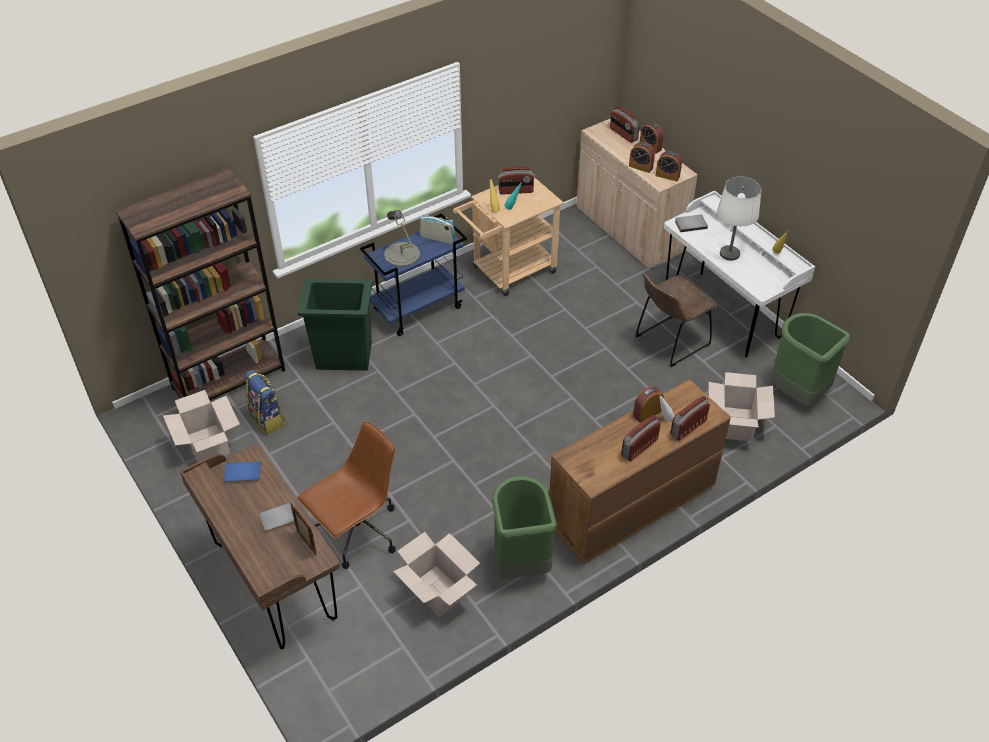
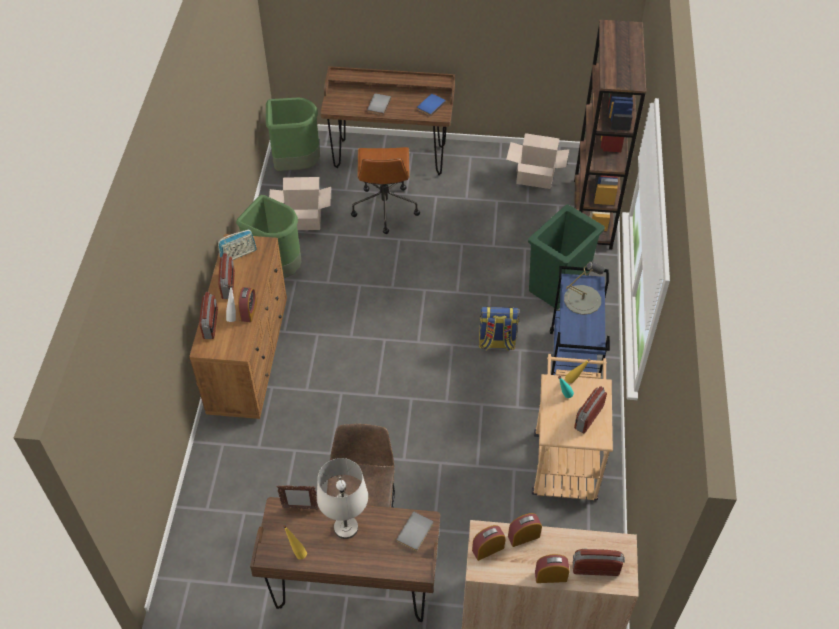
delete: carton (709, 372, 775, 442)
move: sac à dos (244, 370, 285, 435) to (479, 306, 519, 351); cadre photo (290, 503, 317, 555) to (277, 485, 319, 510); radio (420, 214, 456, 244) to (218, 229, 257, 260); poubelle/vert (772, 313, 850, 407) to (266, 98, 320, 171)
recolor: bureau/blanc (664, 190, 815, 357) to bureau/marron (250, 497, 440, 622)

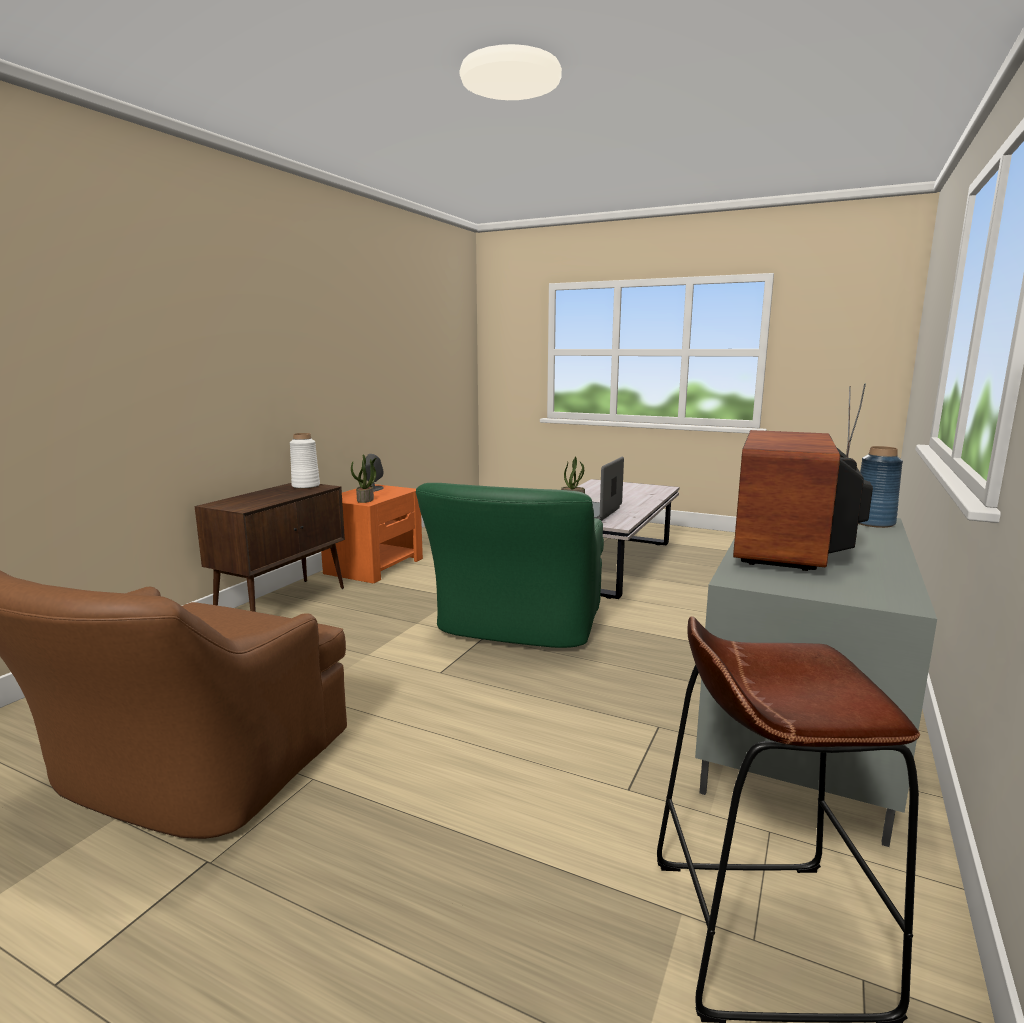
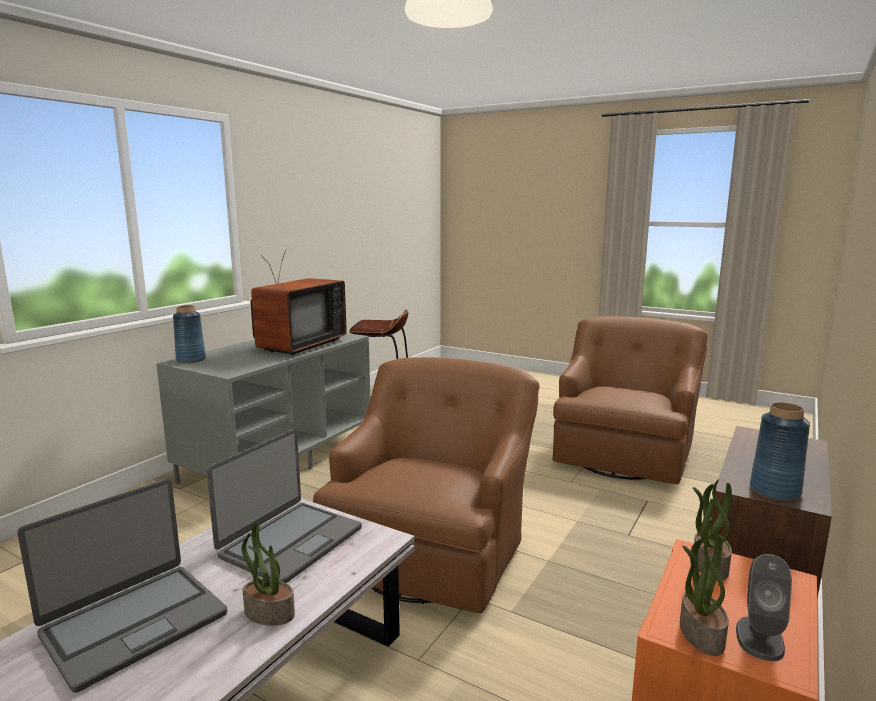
insert: ordinateur portable (17, 479, 227, 693); plante en pot (680, 534, 729, 656)
recolor: vase/blanc (290, 433, 320, 489) to vase/bleu (750, 402, 810, 501); fauteuil/vert (416, 483, 604, 648) to fauteuil/marron (313, 357, 540, 613)

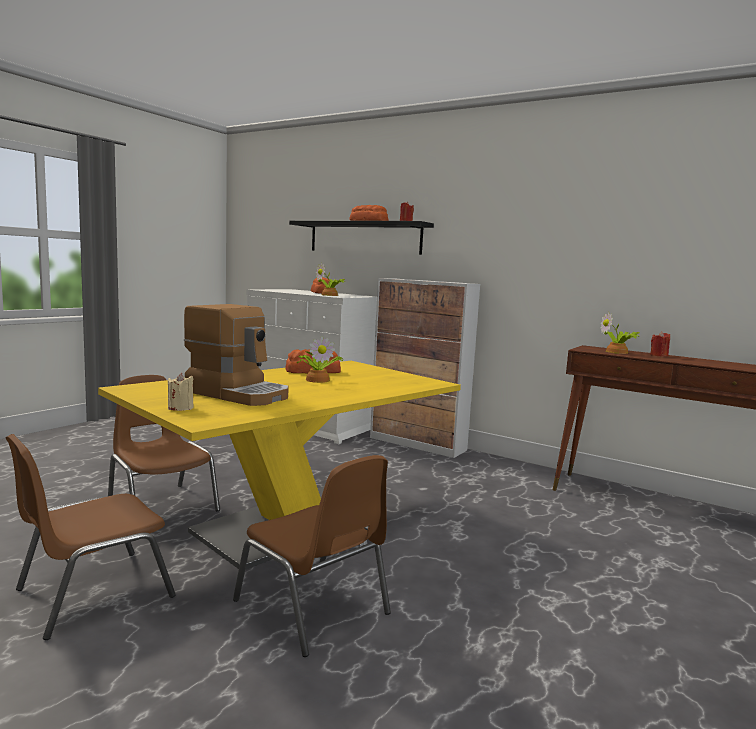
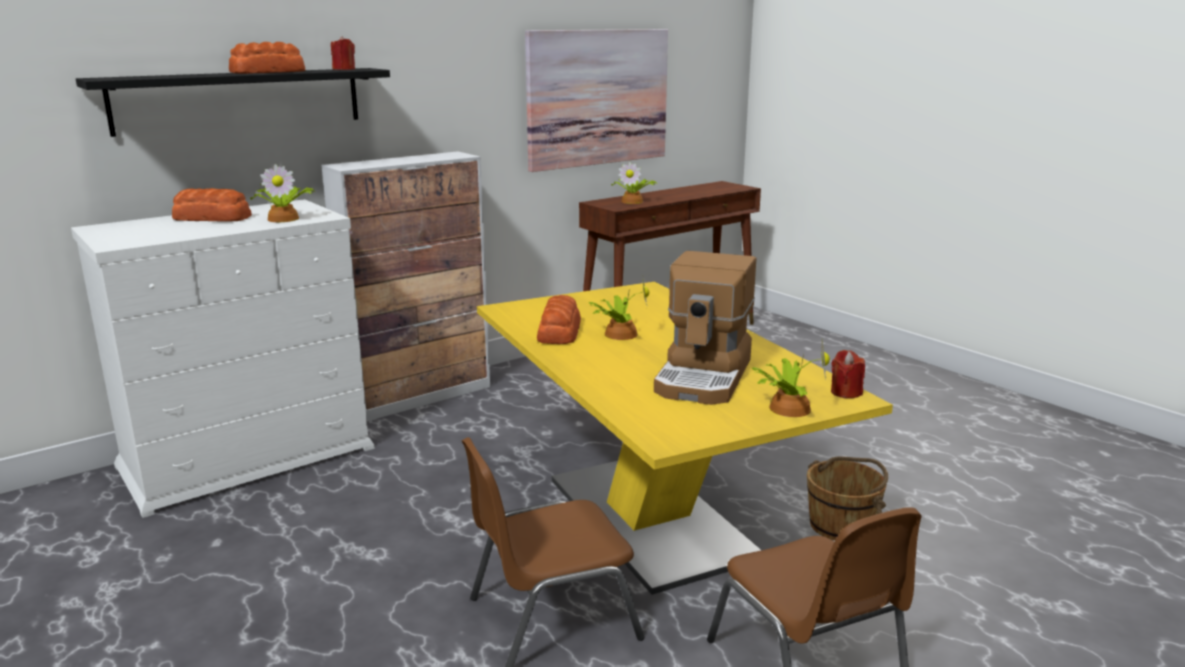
insert: tableau (525, 29, 668, 172)
move: bougie/rouge (650, 331, 670, 357) to (831, 350, 865, 398)
replace: bougie/beige (168, 373, 193, 411) to plante en pot (752, 339, 830, 417); chaise/marron (233, 455, 391, 657) to seau/marron (807, 456, 888, 541)
rotate: machine à café (184, 304, 289, 406) = (654, 251, 756, 405) 150 degrees clockwise

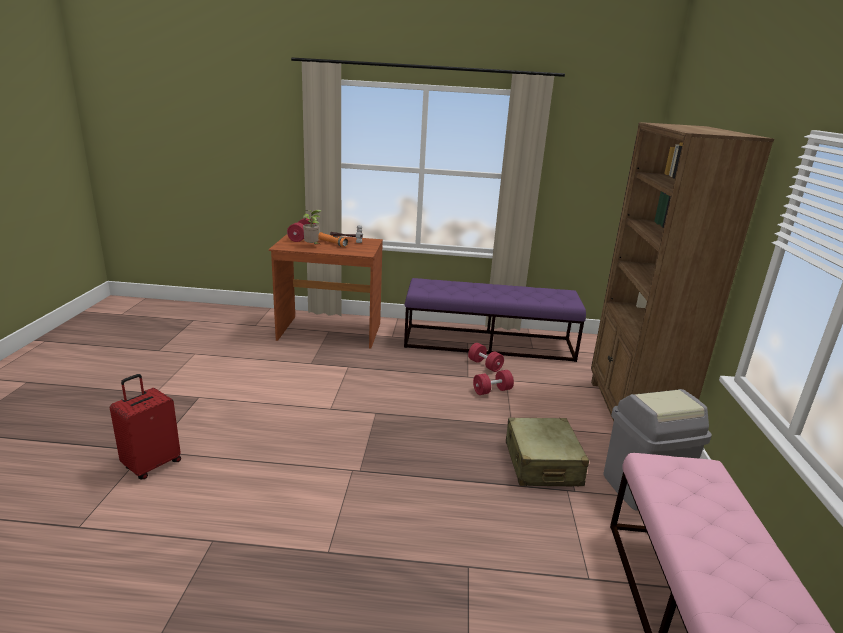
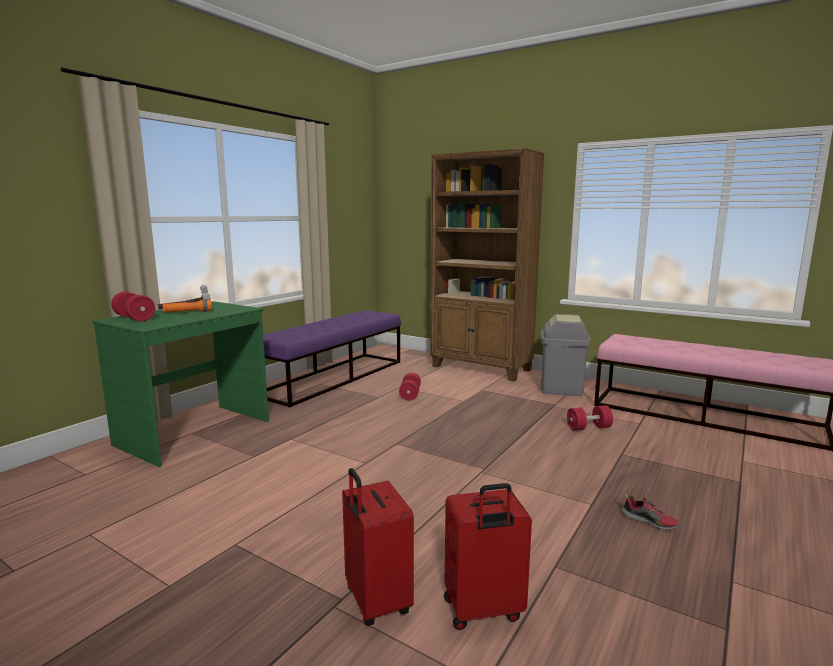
delete: plante en pot (303, 210, 322, 244); valise/beige (506, 418, 589, 486)
insert: valise/rouge (444, 483, 532, 630); chaussure (622, 494, 679, 530)
move: haltère/rouge (468, 343, 504, 372) to (567, 405, 613, 431)
recolor: bureau/marron (269, 234, 383, 349) to bureau/vert (92, 301, 269, 467)

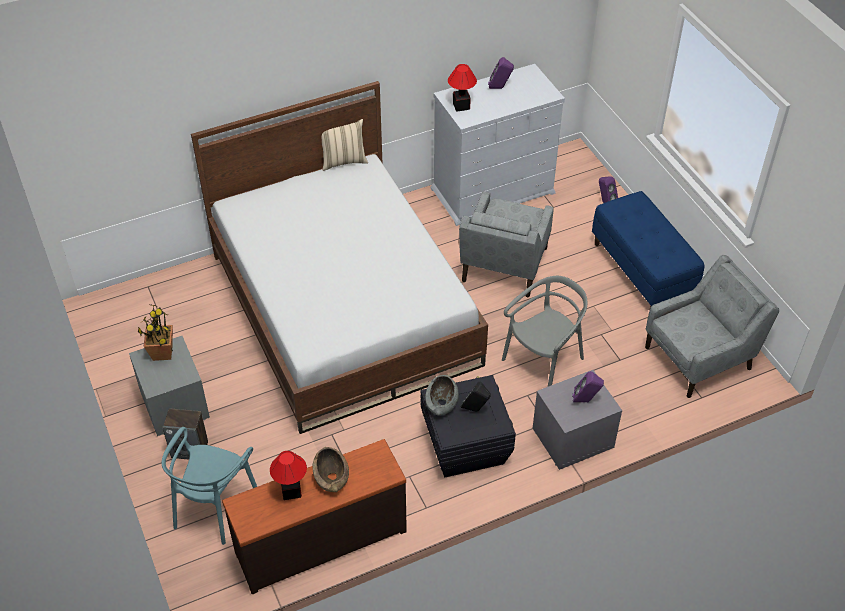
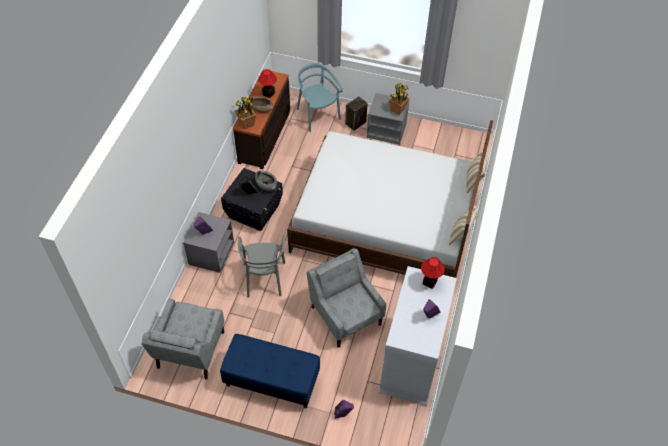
insert: plante en pot (236, 94, 256, 129); coussin/beige (466, 151, 487, 193)

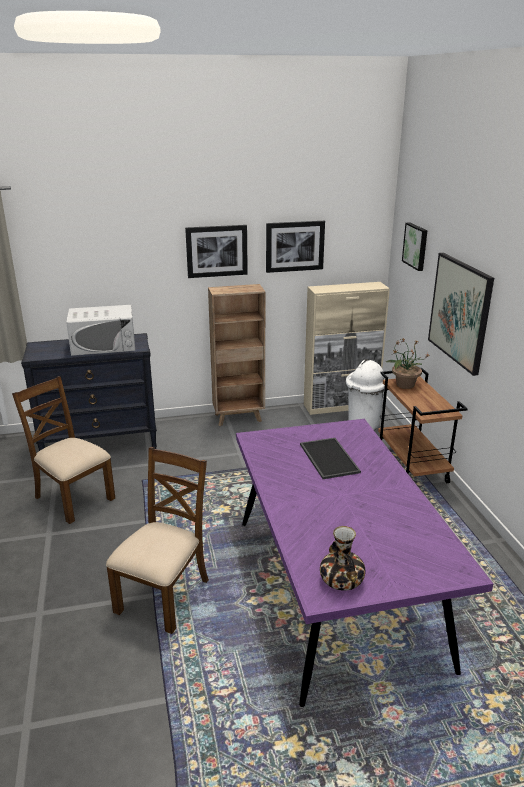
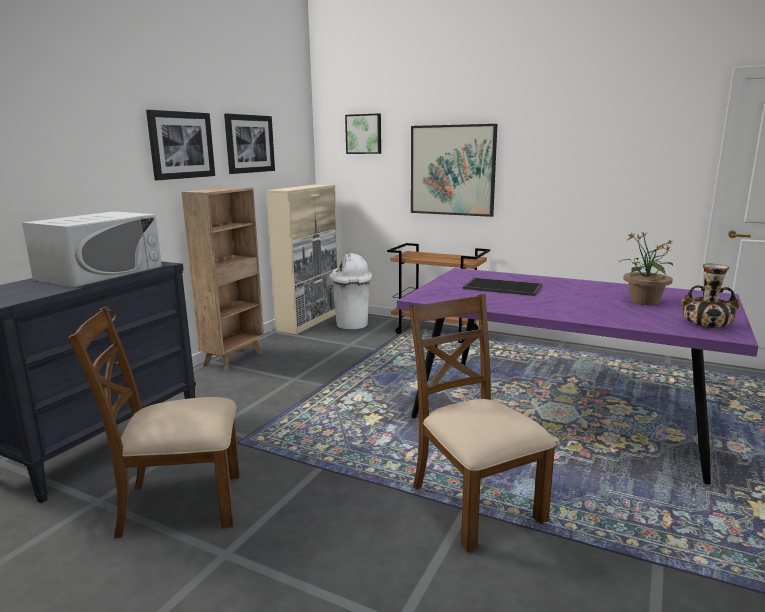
move: plante en pot (386, 338, 428, 389) to (619, 232, 674, 305)

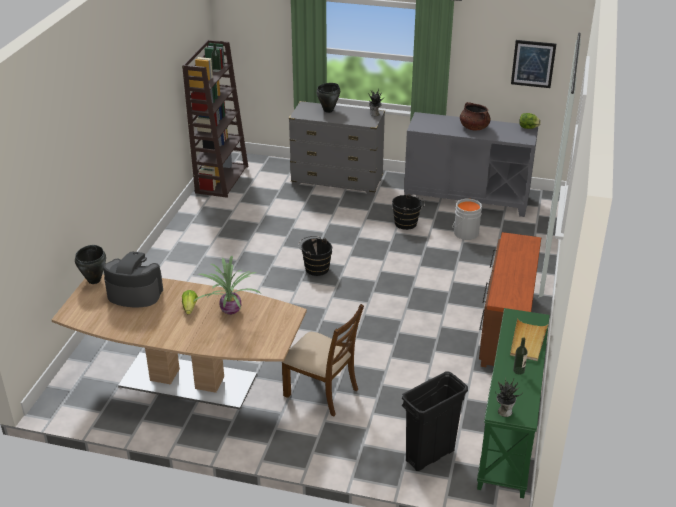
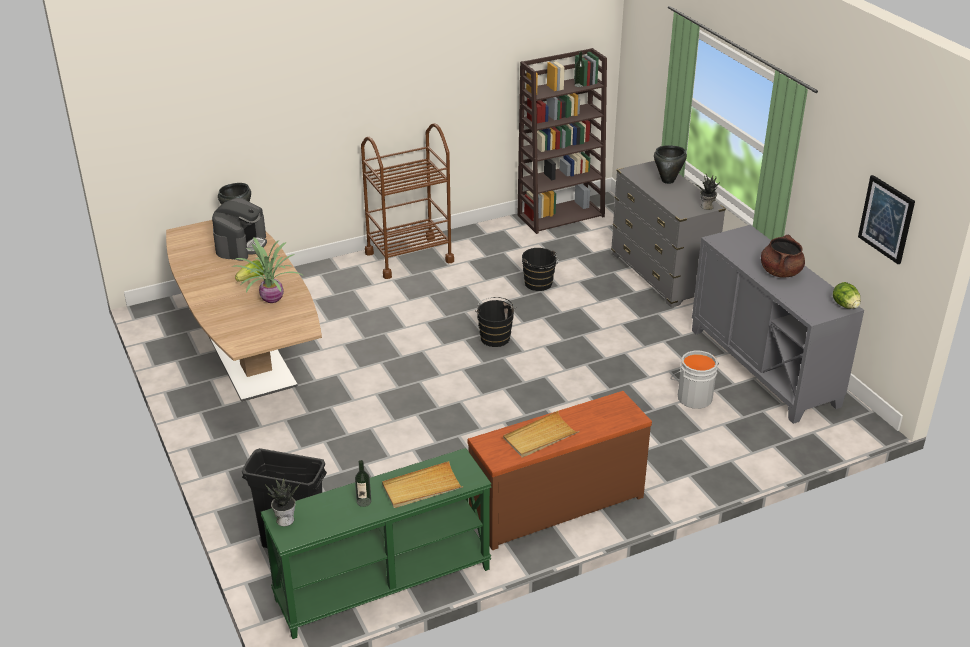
delete: chaise/marron (282, 304, 364, 417)
insert: chariot/marron (361, 123, 454, 279); plateau/beige (503, 411, 580, 458)
move: seau/noir (392, 194, 425, 230) to (522, 248, 559, 291)
rotate: machine à café (103, 252, 163, 308) = (212, 198, 267, 261) 45 degrees clockwise

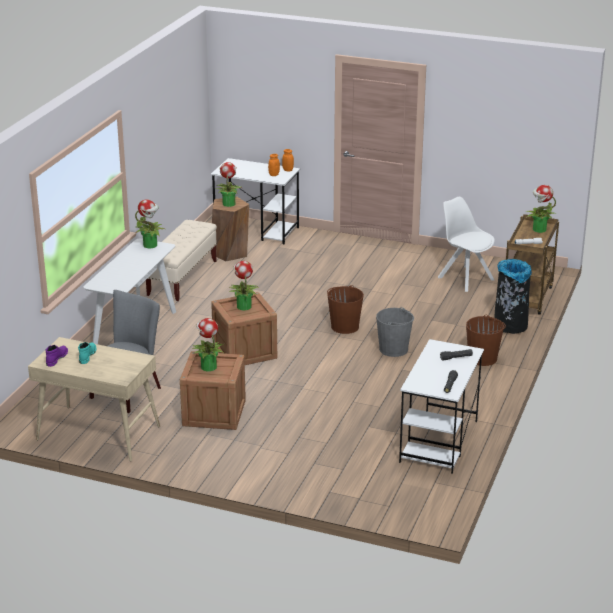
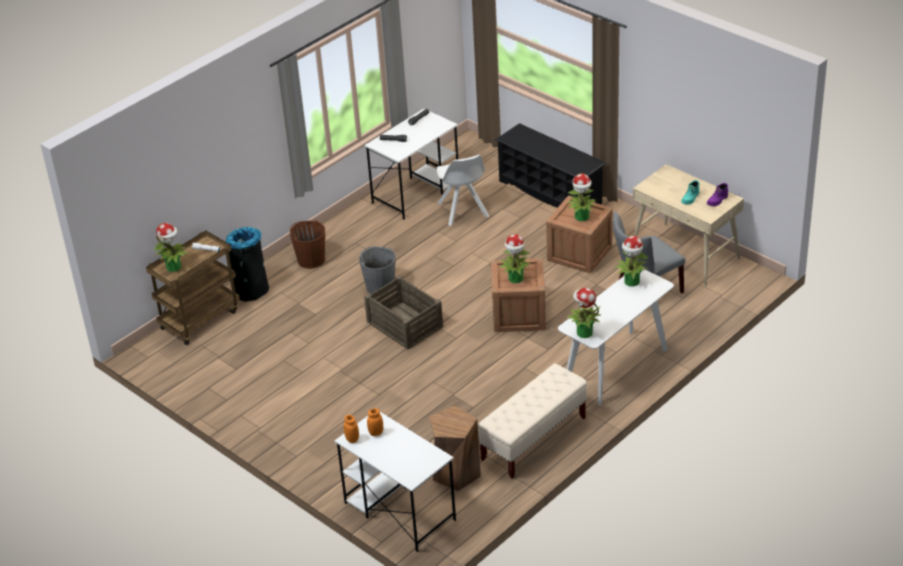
insert: étagère à chaussures/noir (495, 123, 607, 208)
move: plante en pot (215, 162, 243, 207) to (614, 236, 649, 287); chaise/blanc (438, 197, 495, 292) to (437, 155, 489, 226)
replace: seau/marron (327, 285, 364, 334) to caisse (364, 275, 444, 349)

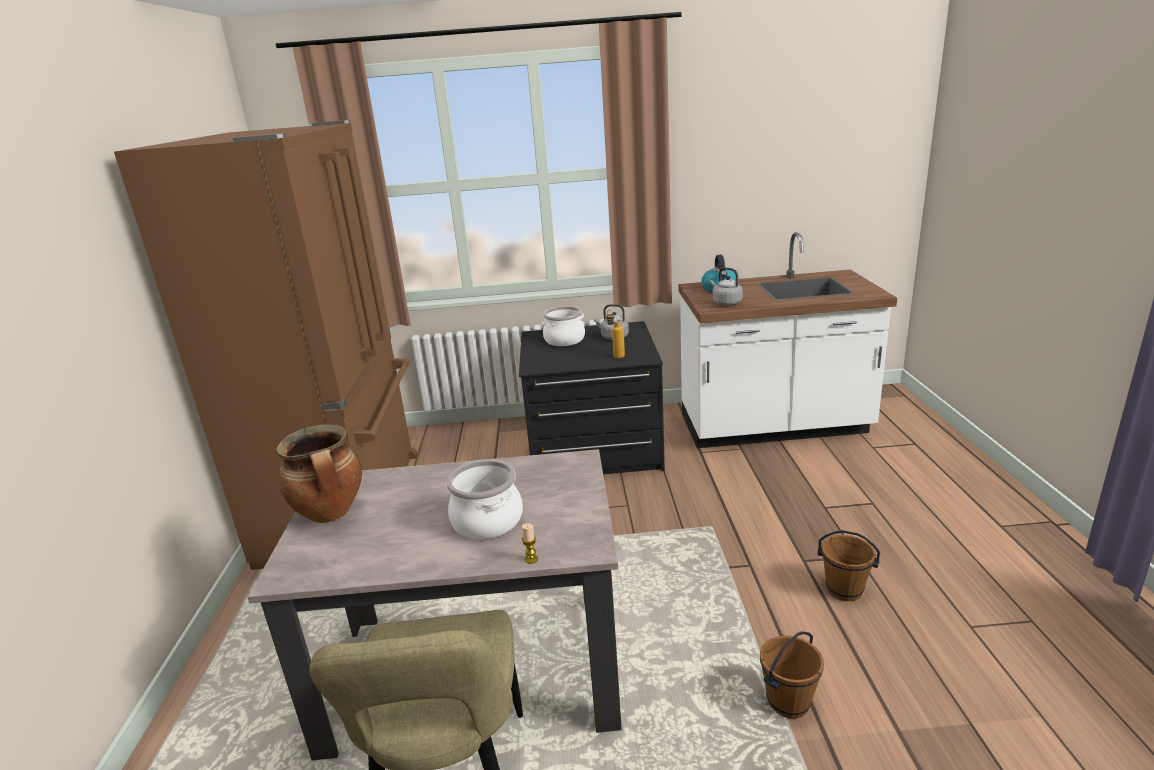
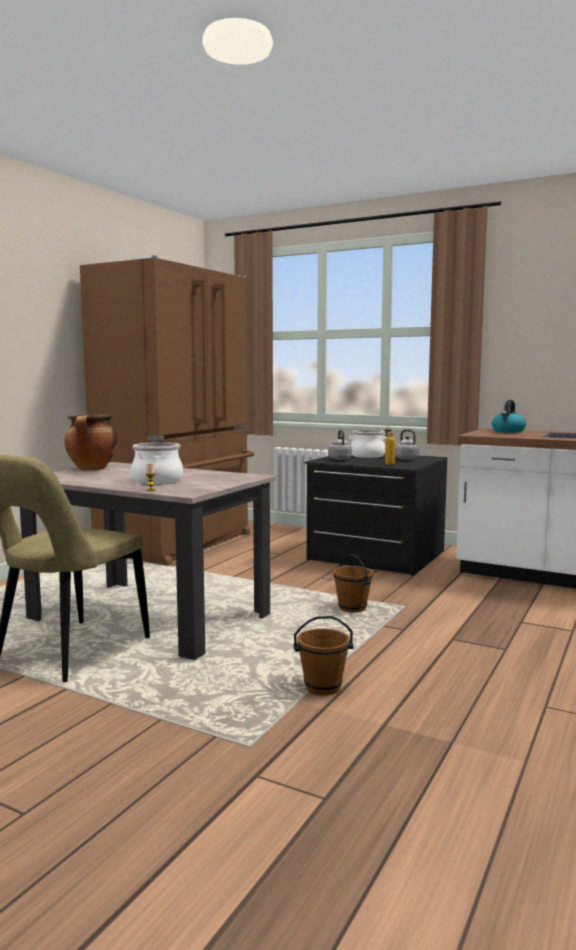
move: bouilloire/gris (710, 267, 743, 306) to (328, 430, 352, 460); seau/marron (818, 530, 880, 601) to (333, 554, 373, 613)

